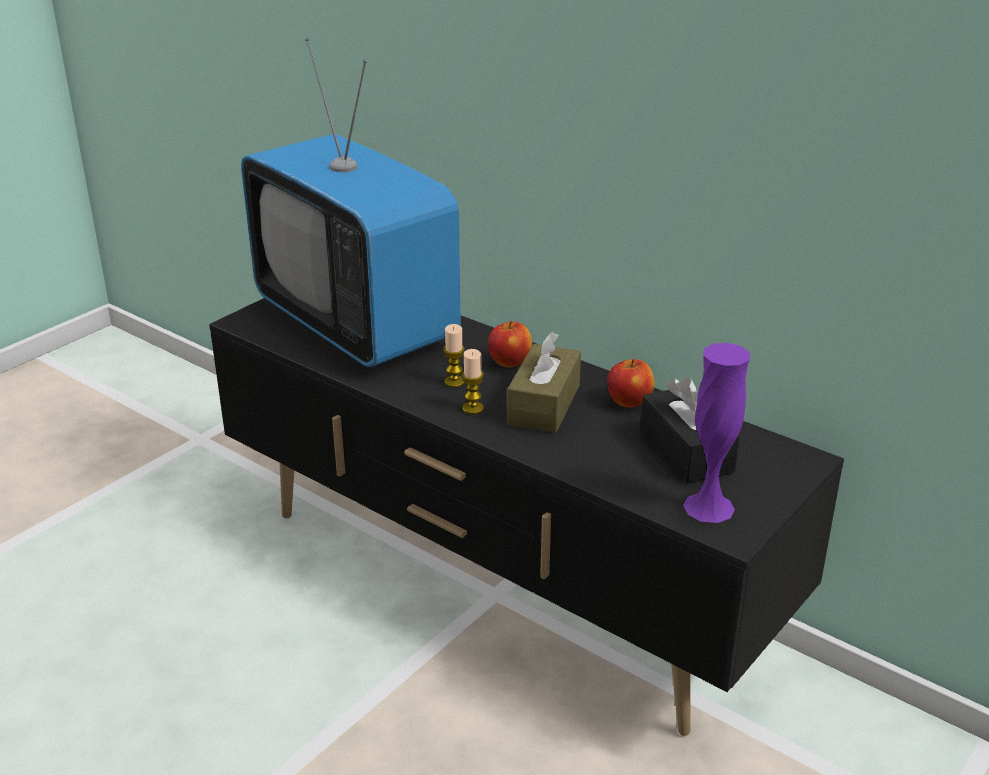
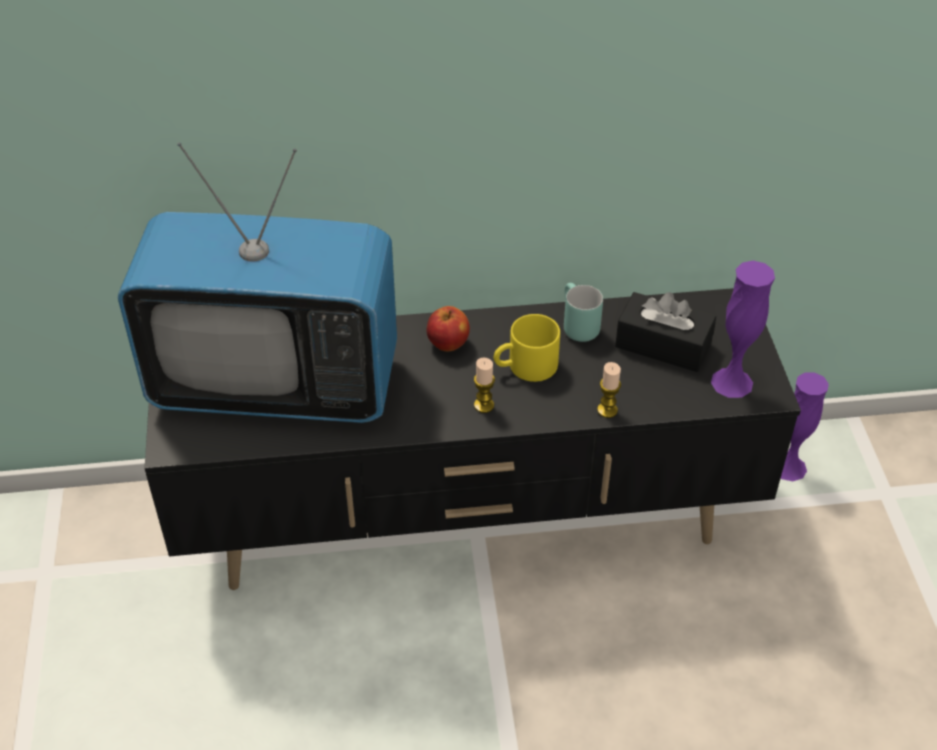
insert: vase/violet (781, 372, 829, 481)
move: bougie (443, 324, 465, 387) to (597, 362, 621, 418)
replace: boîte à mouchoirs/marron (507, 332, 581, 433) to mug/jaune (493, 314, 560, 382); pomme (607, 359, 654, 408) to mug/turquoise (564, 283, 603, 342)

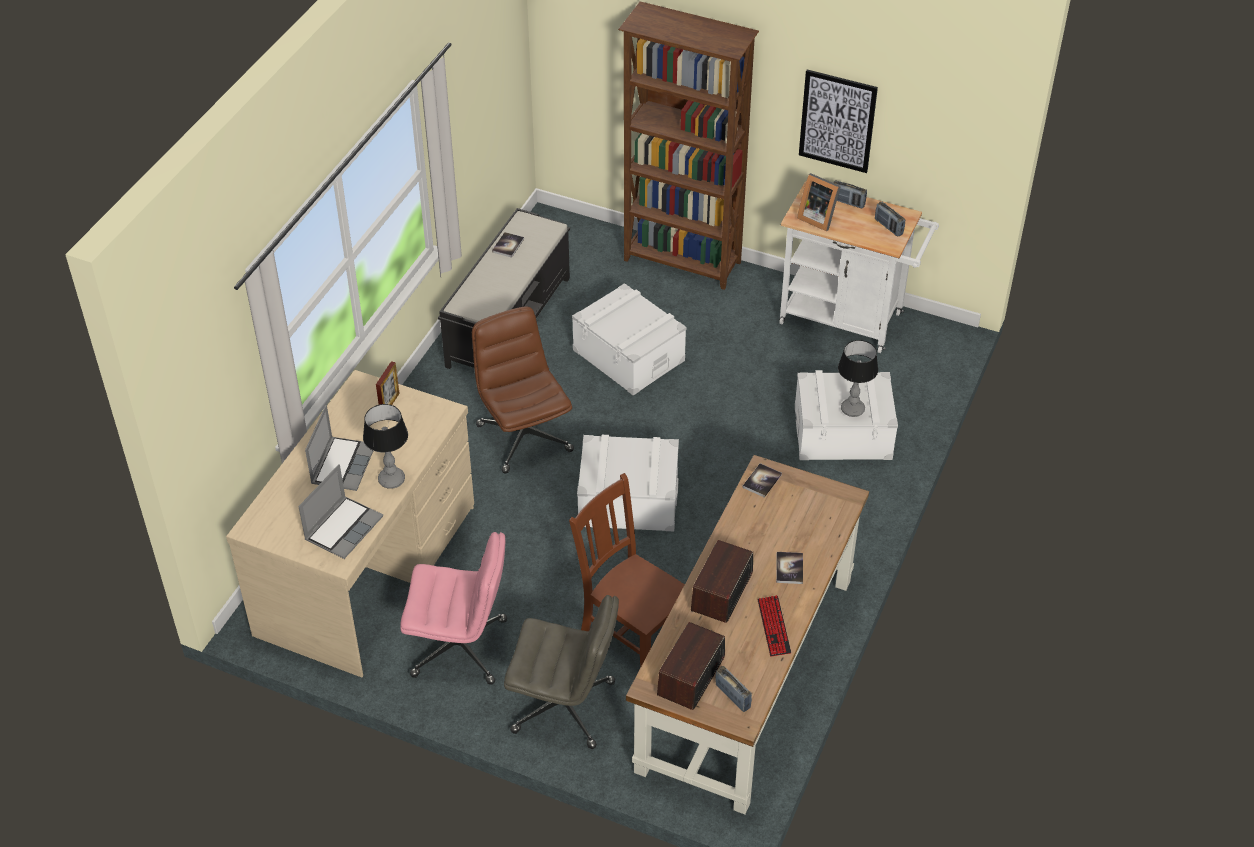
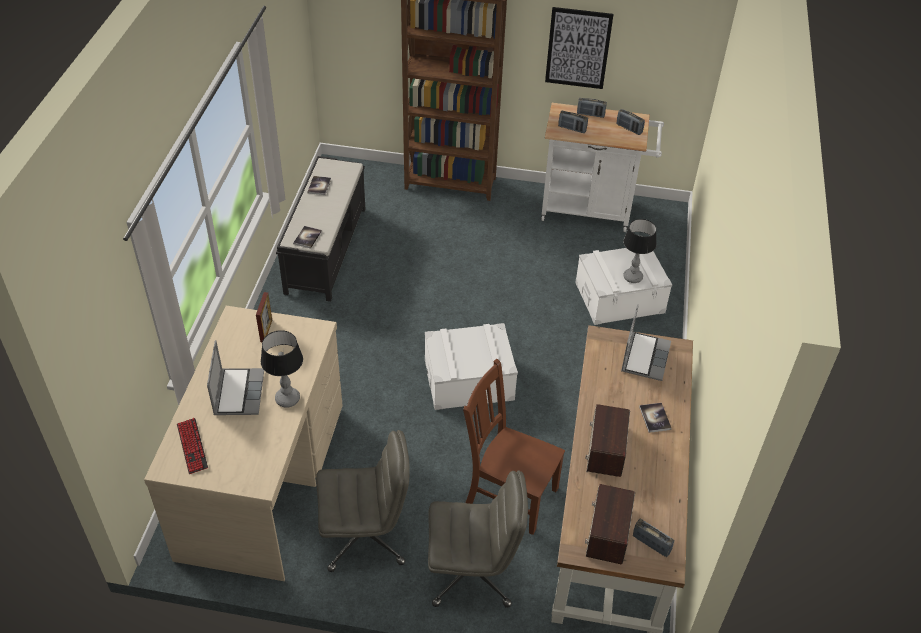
delete: chaise de bureau/marron (472, 306, 574, 474); boîte de rangement/blanc (572, 283, 686, 396)
move: ordinateur portable (298, 464, 383, 559) to (621, 304, 671, 381); livre (742, 463, 782, 498) to (293, 226, 322, 249); clavier (757, 595, 791, 657) to (177, 418, 208, 474)
replace: cadre photo (797, 173, 841, 231) to radio (558, 111, 588, 133)
recolor: chaise de bureau/rose (400, 532, 507, 685) to chaise de bureau/gris (316, 430, 410, 572)

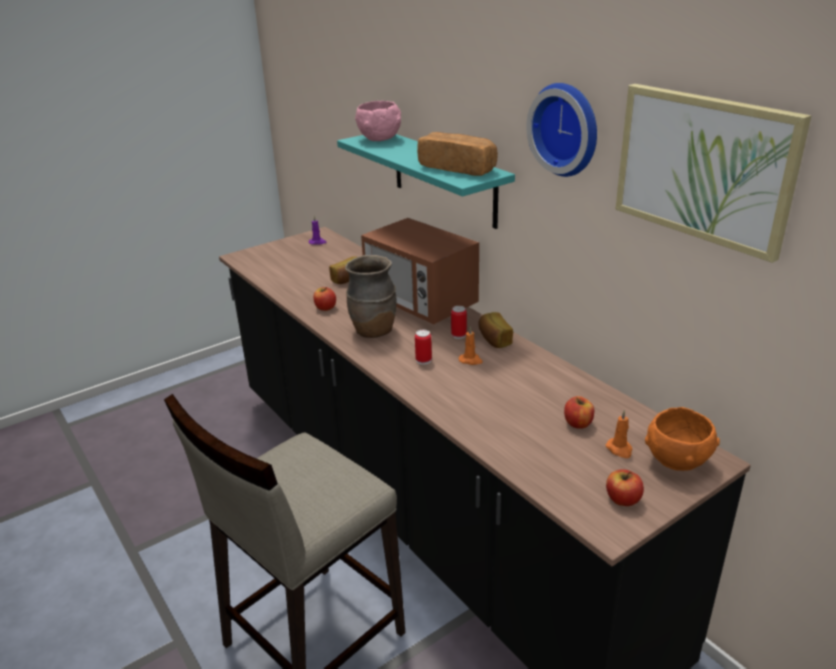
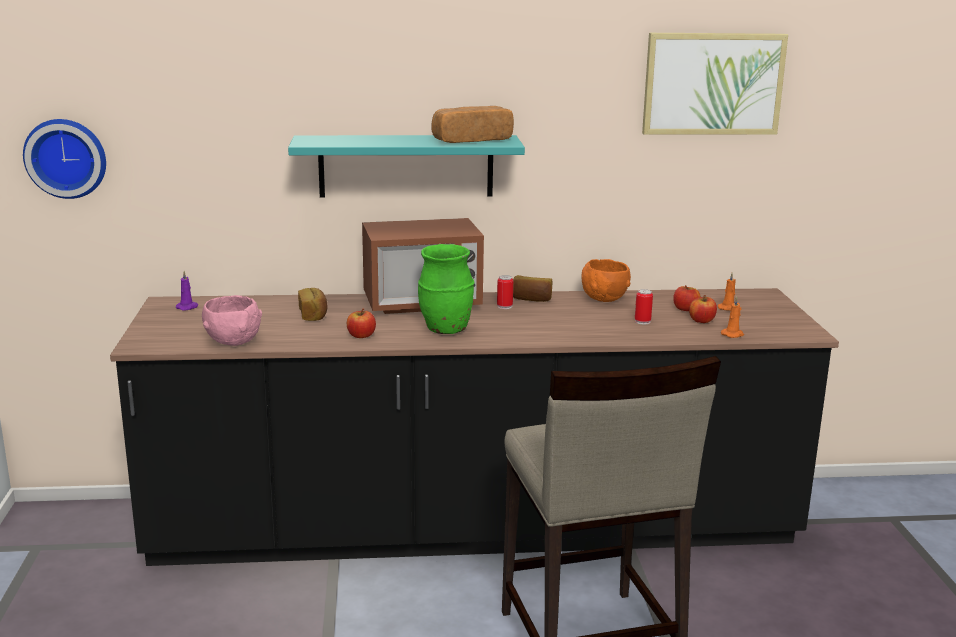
move: bol/rose (355, 101, 401, 141) to (202, 295, 262, 346); boîte métallique (415, 330, 432, 365) to (635, 289, 653, 324); bougie/orange (459, 326, 483, 365) to (721, 296, 744, 338); horloge murale (526, 83, 597, 177) to (23, 119, 106, 199); pomme (606, 469, 644, 506) to (689, 295, 717, 323); bol/orange (645, 407, 720, 471) to (582, 259, 631, 302)
recolor: vase/marron (345, 255, 396, 338) to vase/vert (418, 244, 475, 334)

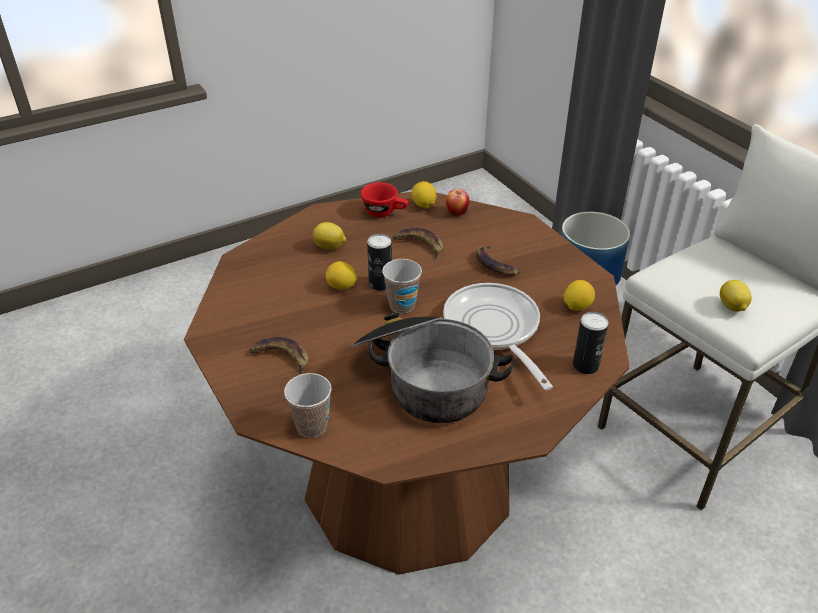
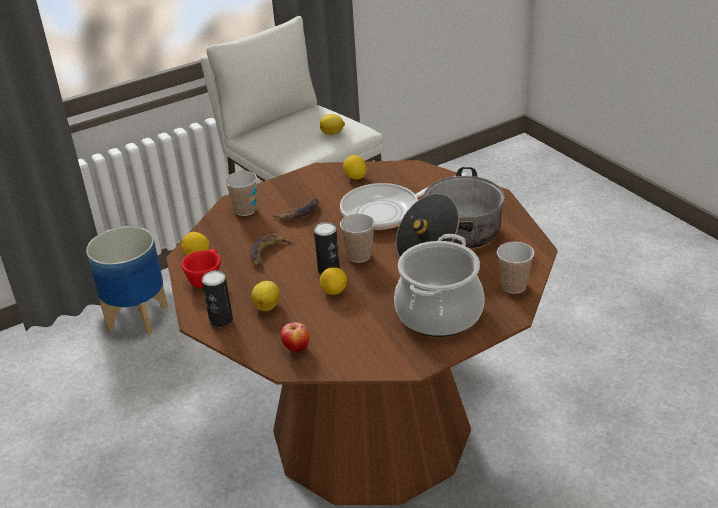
insert: tasse (225, 171, 257, 216)
move: pomme (446, 189, 469, 216) to (281, 322, 310, 353); boîte métallique (573, 312, 609, 374) to (202, 271, 233, 327)
replace: banane (249, 337, 309, 375) to marmite (394, 234, 484, 337)

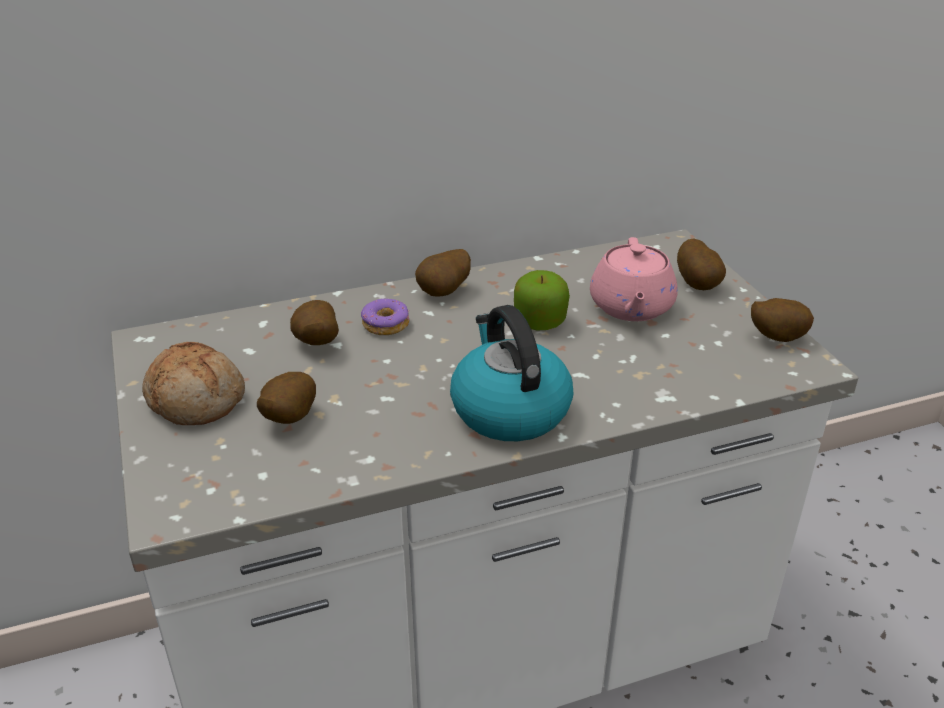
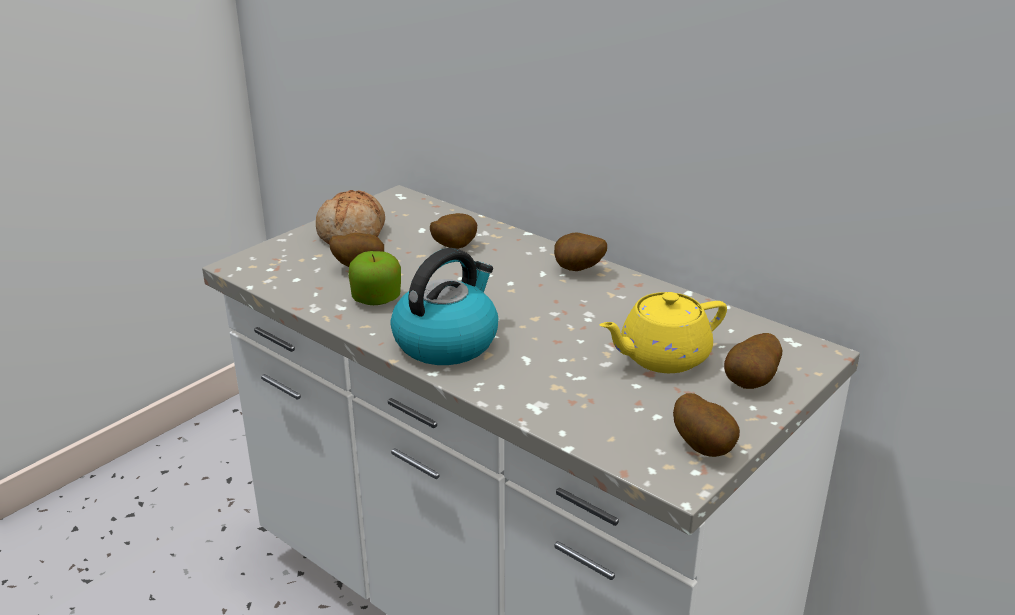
delete: beignet (361, 298, 410, 335)
move: pomme (514, 270, 570, 331) to (348, 251, 401, 305)
recolor: théière/rose (590, 237, 678, 321) to théière/jaune (600, 292, 727, 373)

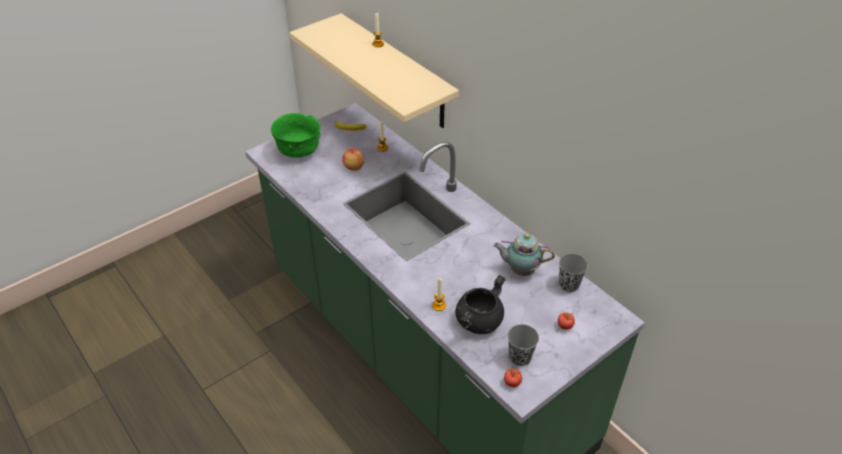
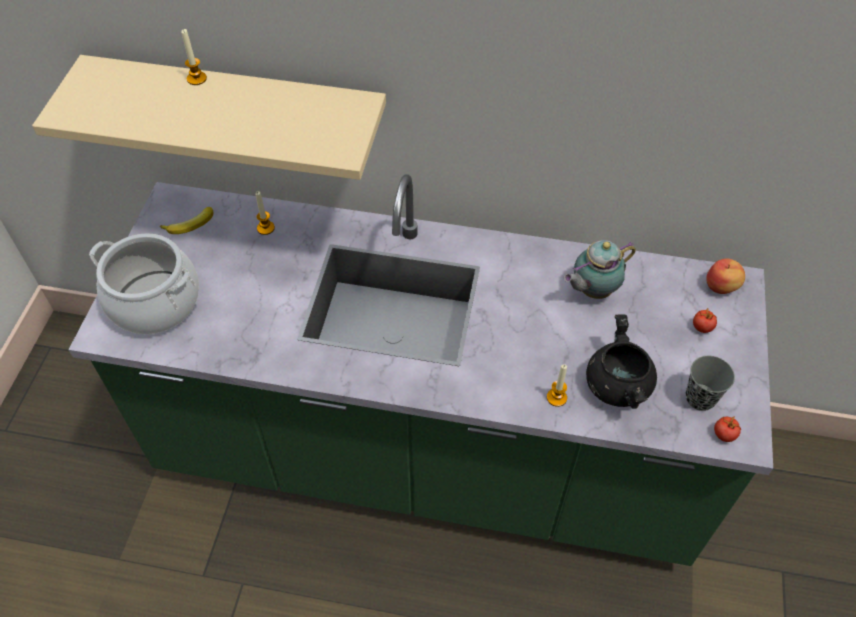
delete: tasse/gris (559, 254, 588, 292)
move: pomme (342, 148, 365, 171) to (706, 259, 745, 294)
replace: bol/vert (270, 113, 321, 158) to marmite (89, 233, 199, 334)

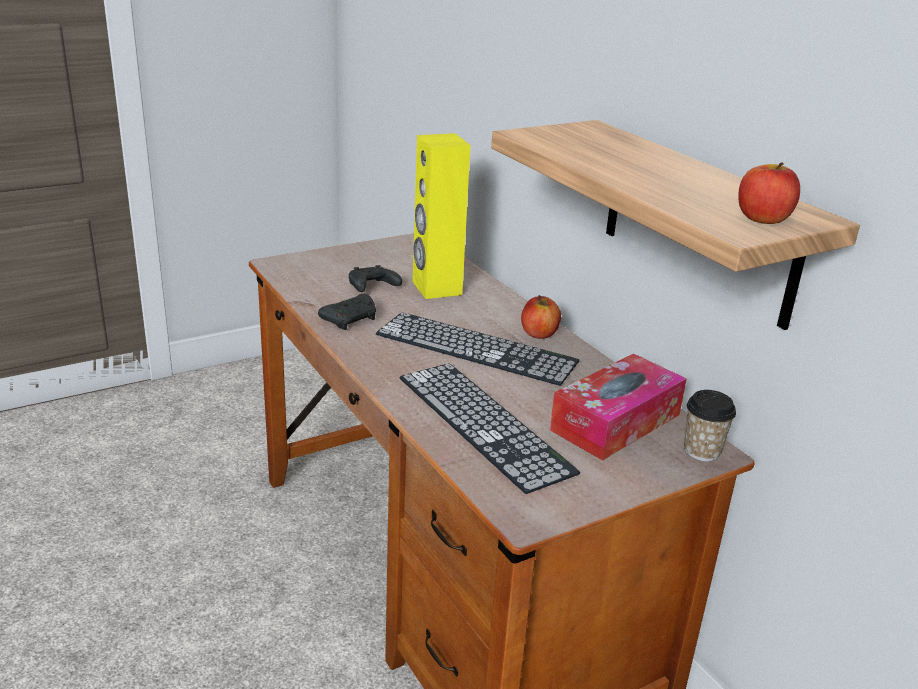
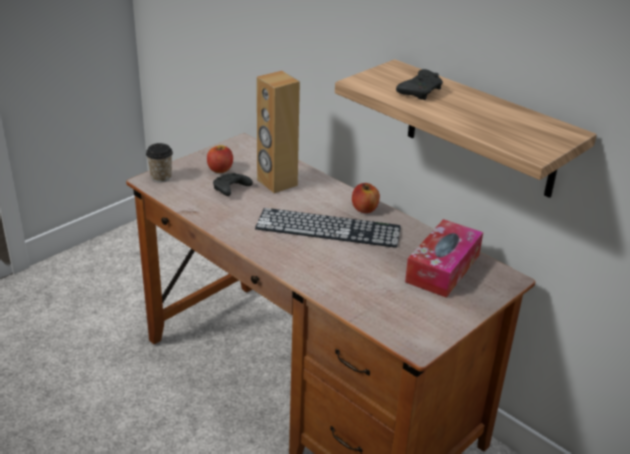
delete: clavier (400, 363, 580, 494)
move: manette/noir (318, 294, 376, 330) to (396, 69, 443, 100); tasse (684, 390, 736, 461) to (146, 143, 173, 182); pomme (738, 163, 800, 224) to (207, 145, 233, 173)
recolor: enceinte/jaune (413, 133, 470, 299) to enceinte/marron (257, 71, 300, 193)

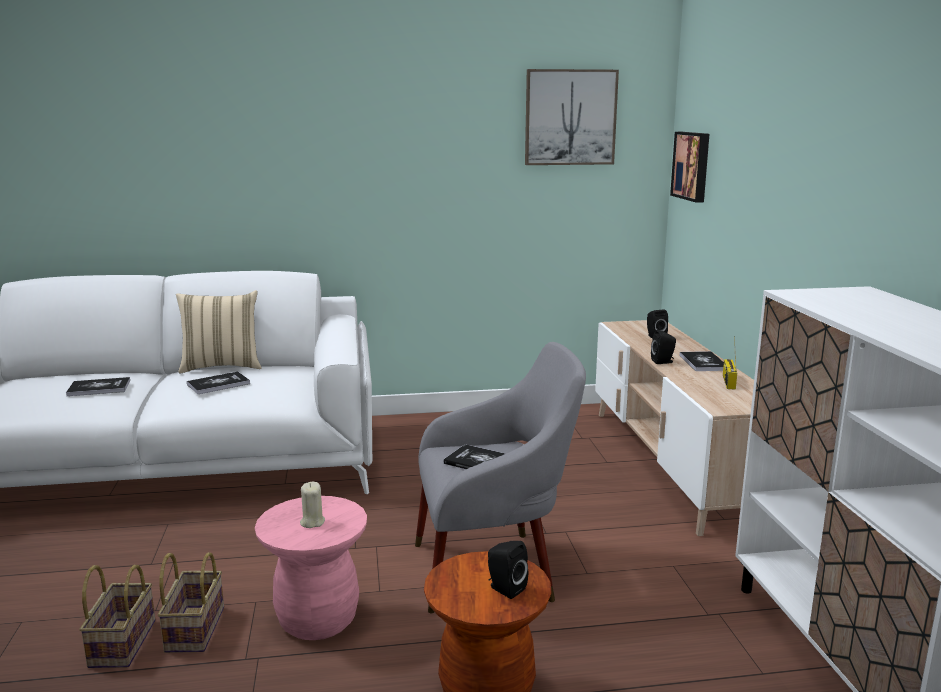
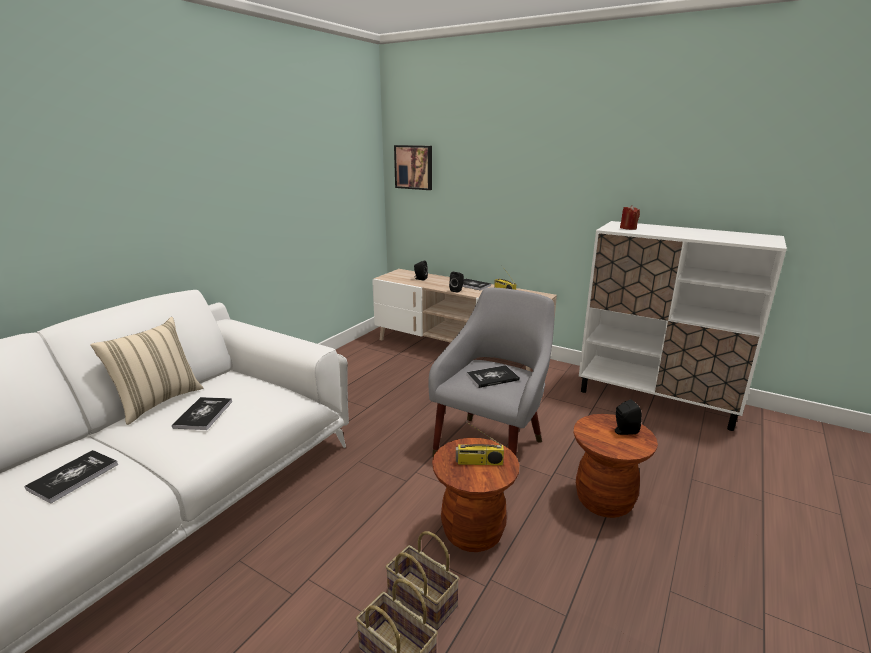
delete: tableau (525, 69, 619, 165)
insert: bougie/rouge (620, 205, 640, 230)
replace: bougie/beige (300, 482, 325, 528) to radio (456, 422, 504, 465)
recolor: tabouret/rose (255, 496, 367, 640) to tabouret/marron (432, 438, 519, 552)

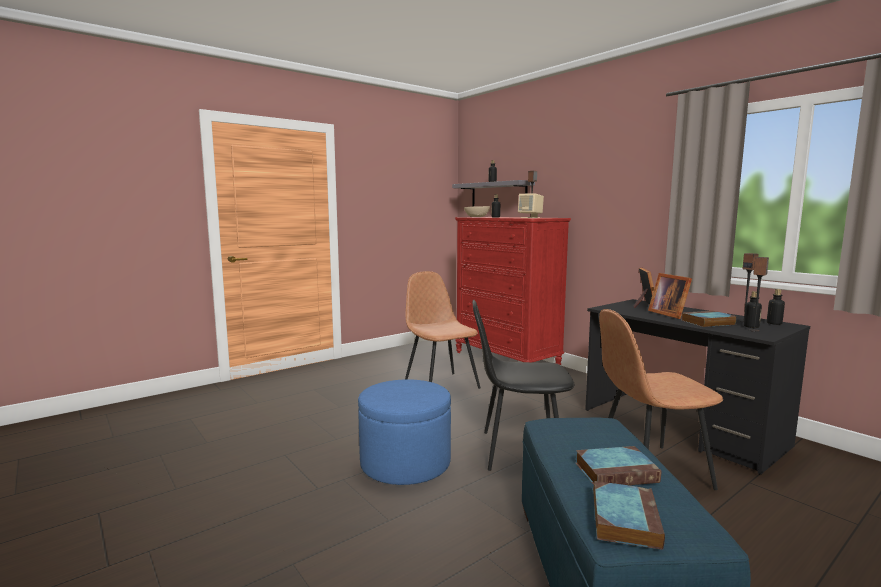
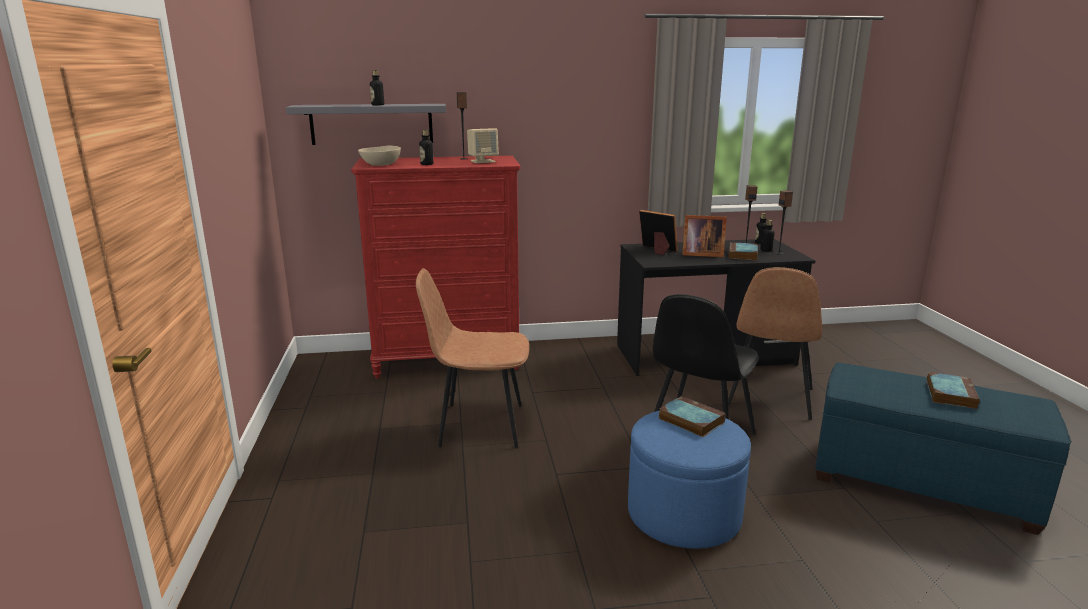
move: livre (593, 481, 665, 550) to (658, 396, 726, 437)

